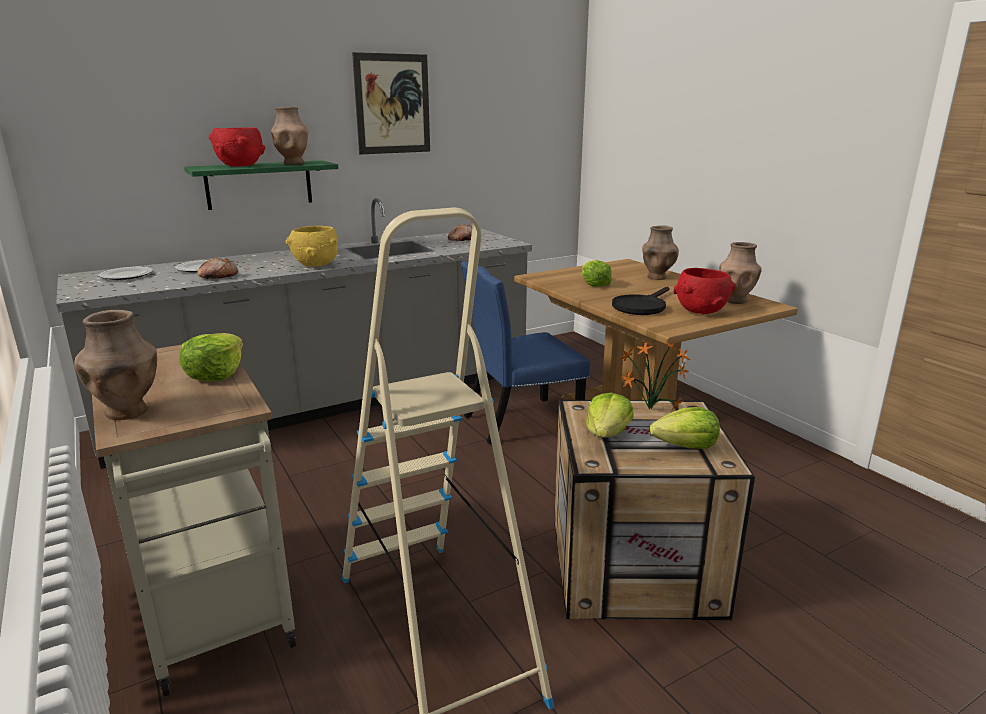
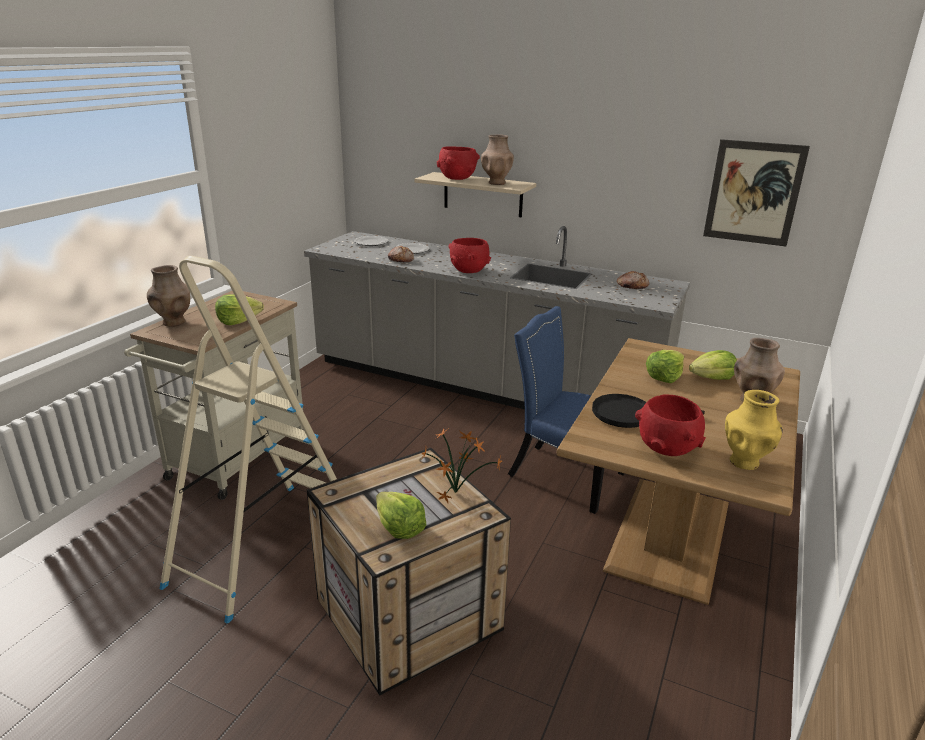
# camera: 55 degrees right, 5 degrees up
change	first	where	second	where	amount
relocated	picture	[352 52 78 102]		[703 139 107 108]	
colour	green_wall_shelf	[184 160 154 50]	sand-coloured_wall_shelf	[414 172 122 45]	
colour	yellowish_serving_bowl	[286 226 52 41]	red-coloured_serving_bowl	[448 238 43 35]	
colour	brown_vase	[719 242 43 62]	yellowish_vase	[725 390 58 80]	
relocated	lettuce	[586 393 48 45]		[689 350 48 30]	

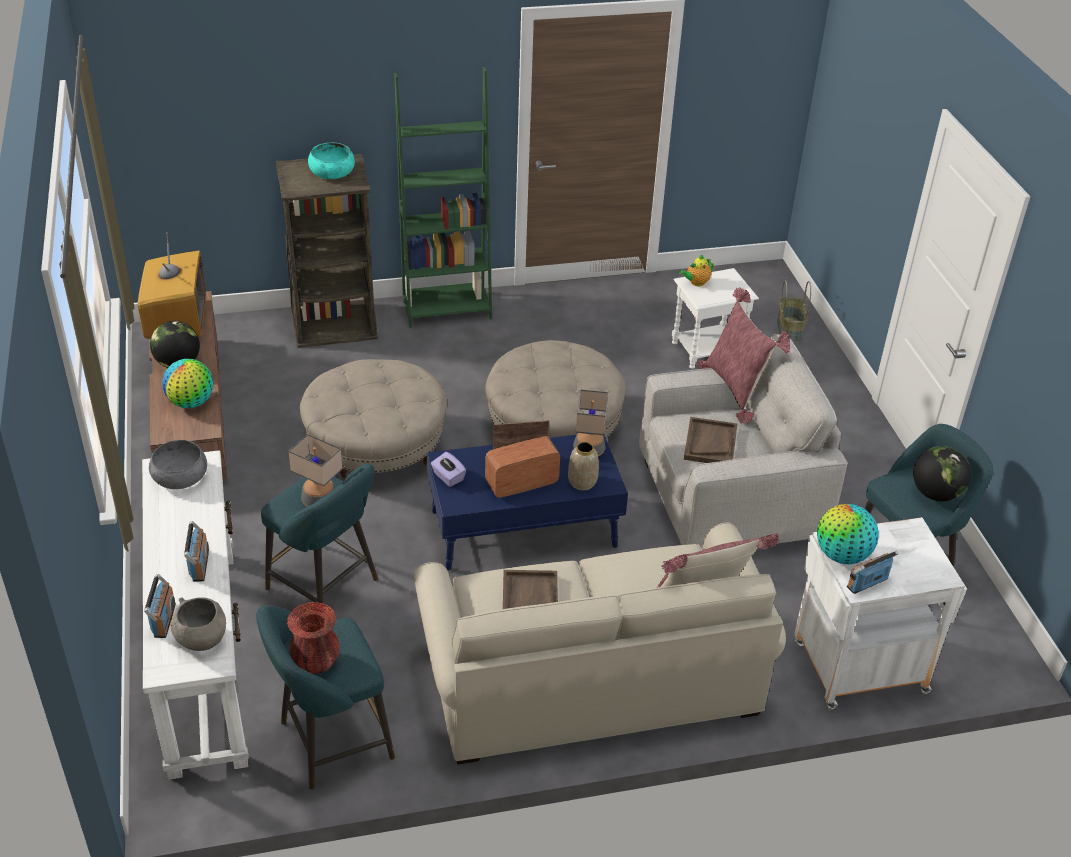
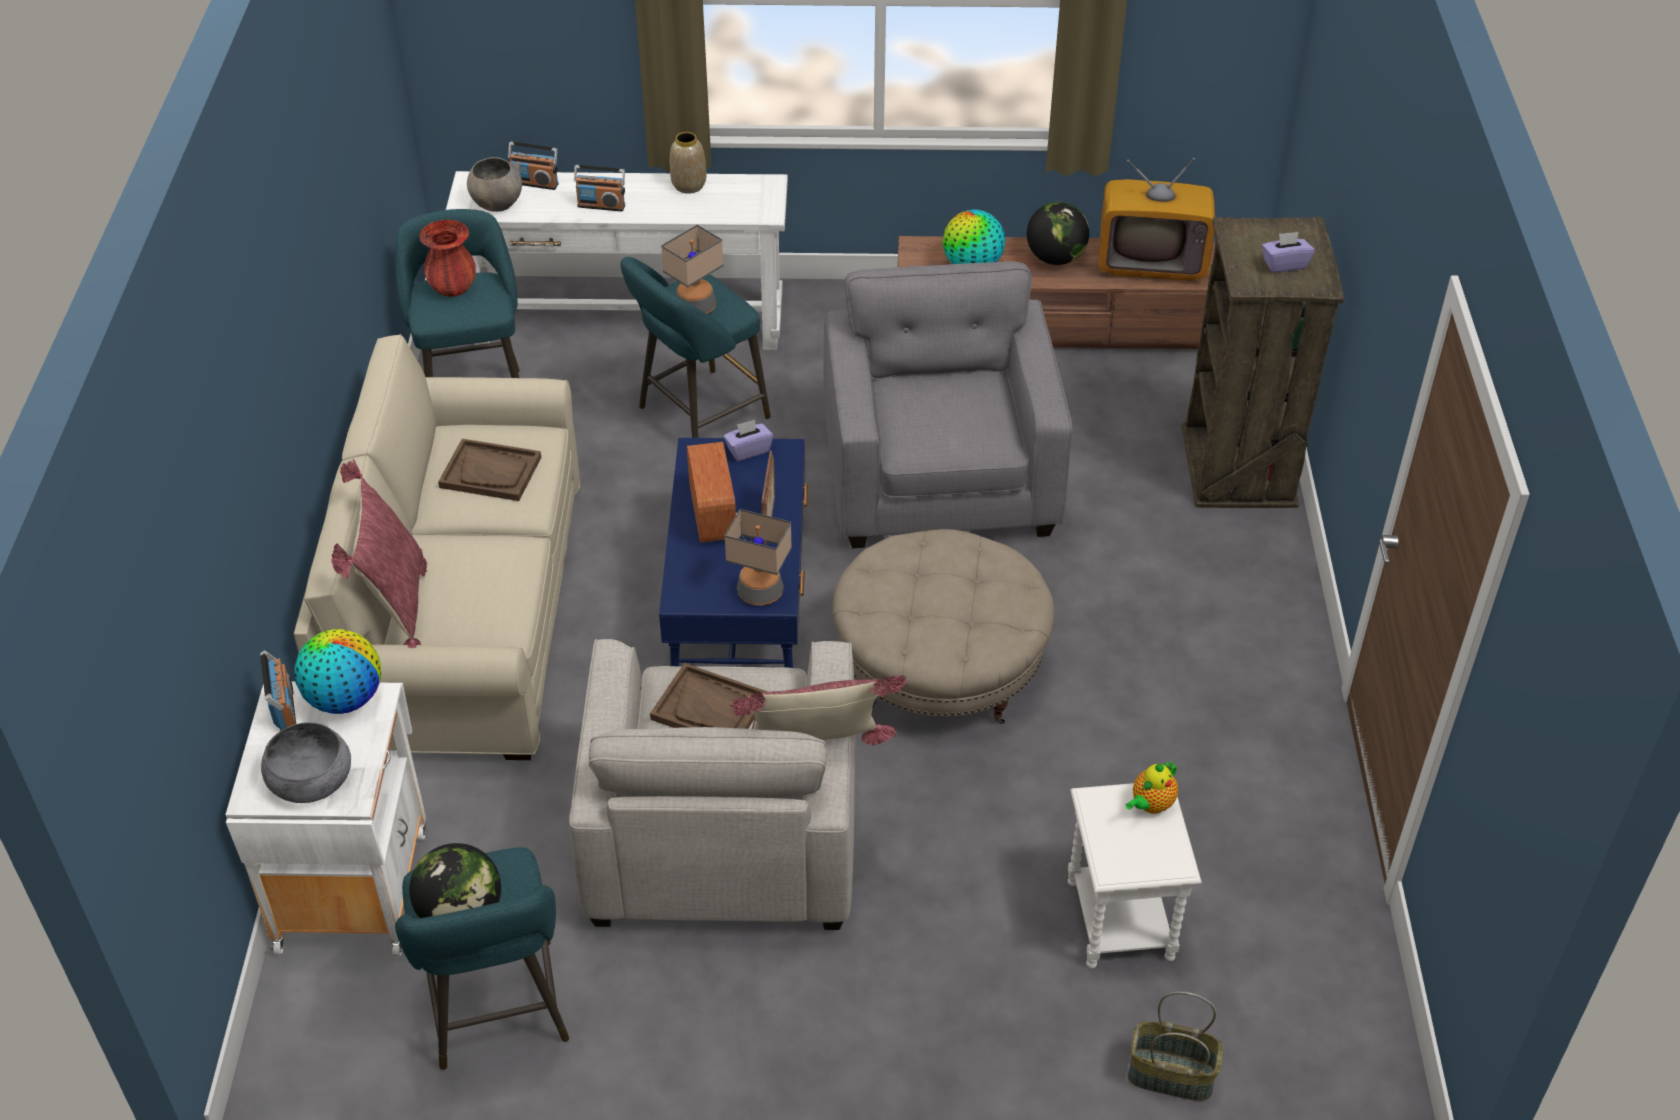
# camera: 105 degrees right, 5 degrees up
change	first	where	second	where	amount
missing	green_bookshelf	[394 67 98 261]			
exchanged	turquoise-coloured_serving_bowl	[308 143 47 36]	purple-coloured_tissue_box	[1262 232 53 41]	
spun	tea_pot	[679 254 35 32]		[1125 761 53 53]	120 degrees counterclockwise
exchanged	sand-coloured_ottoman	[300 359 147 123]	greyish_easy_chair	[824 261 248 287]	
relocated	greyish_serving_bowl	[149 440 58 49]		[261 722 90 81]	
relocated	vase	[568 442 31 48]		[670 132 36 62]	

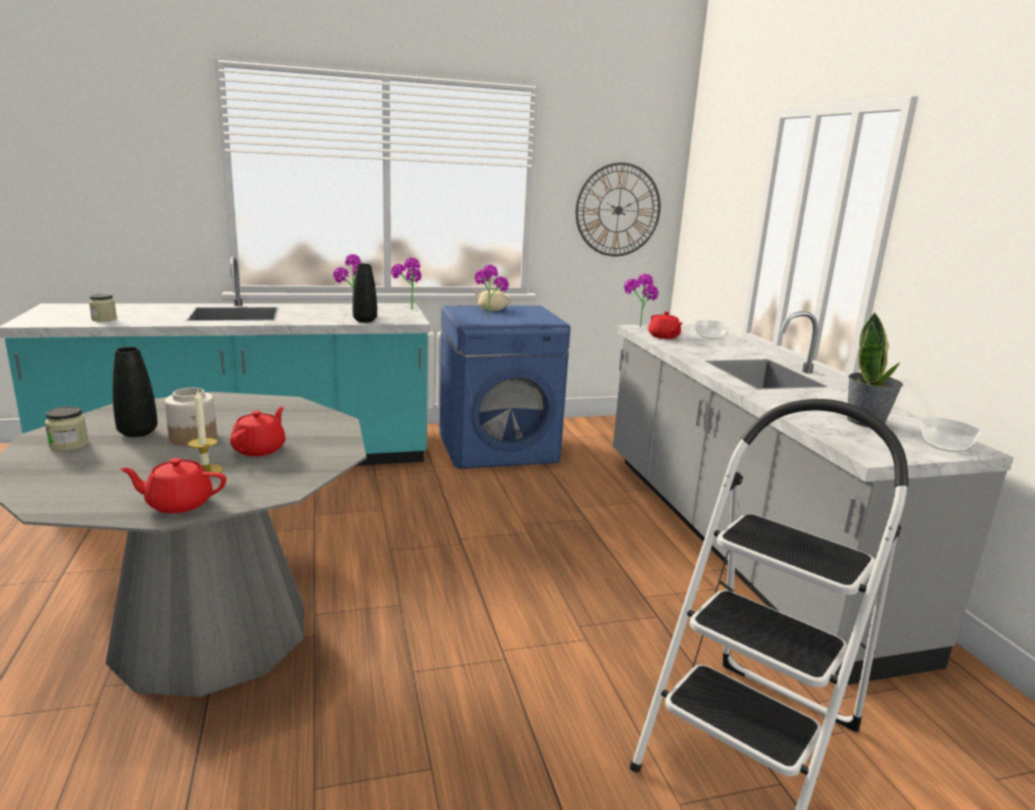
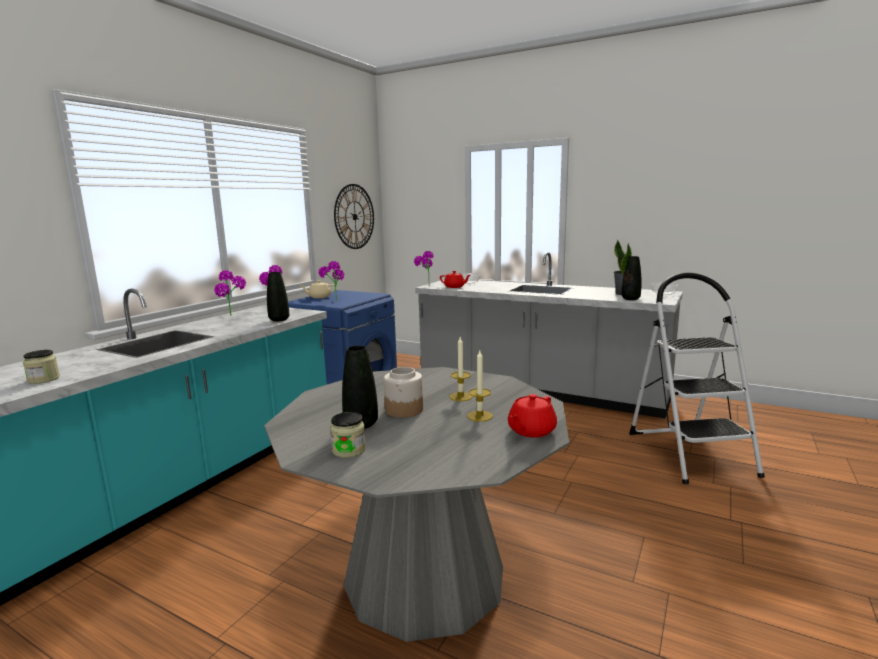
# camera: 45 degrees left, 5 degrees down
change	first	where	second	where	amount
exchanged	red-coloured_tea_pot	[230 407 56 49]	candle	[449 337 24 64]	
appeared			blackish_vase	[621 256 20 44]	

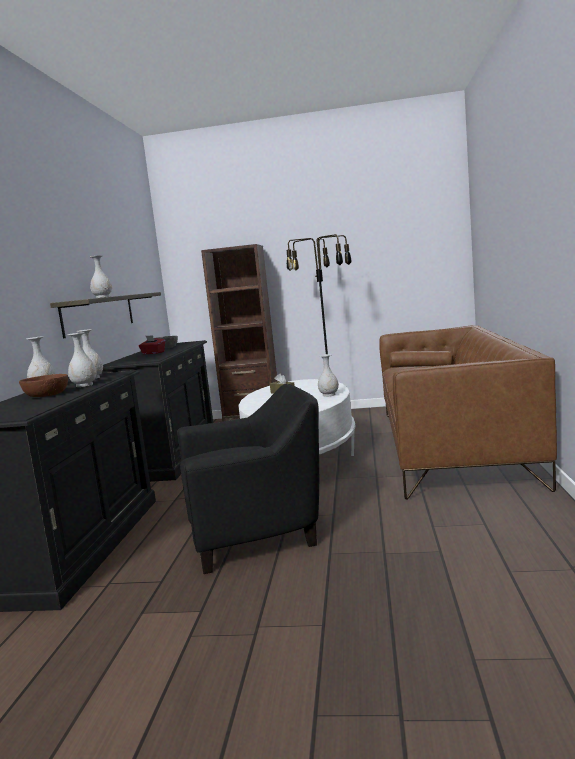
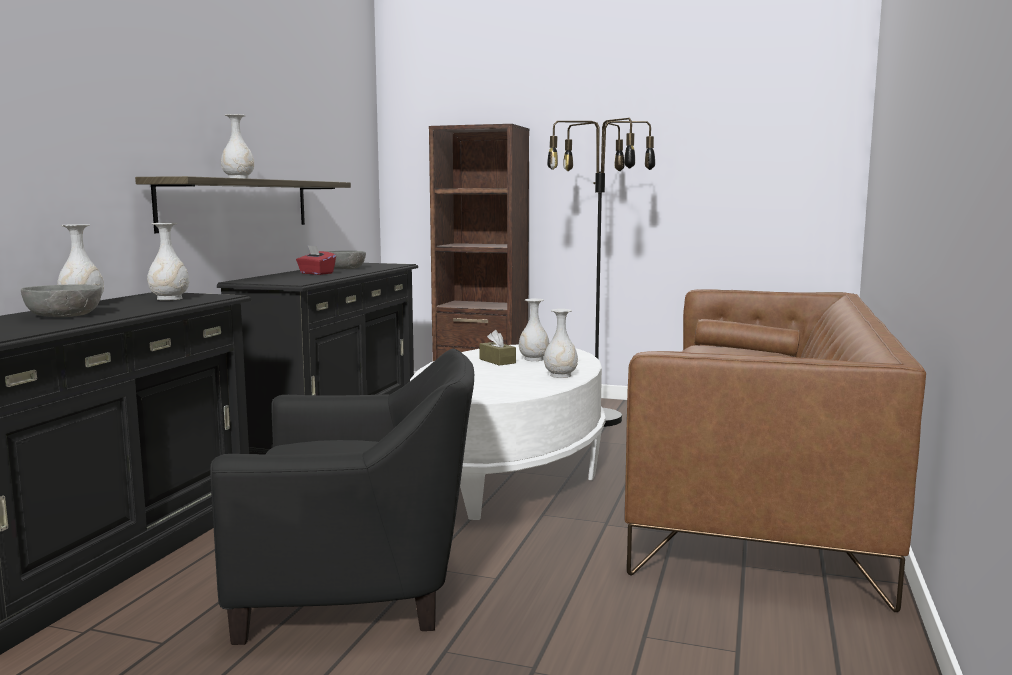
# camera: 10 degrees right, 0 degrees up
change	first	where	second	where	amount
relocated	white-coloured_vase	[67 332 30 55]		[519 299 30 62]	
colour	brown_serving_bowl	[19 374 49 23]	greyish_serving_bowl	[21 284 81 33]	

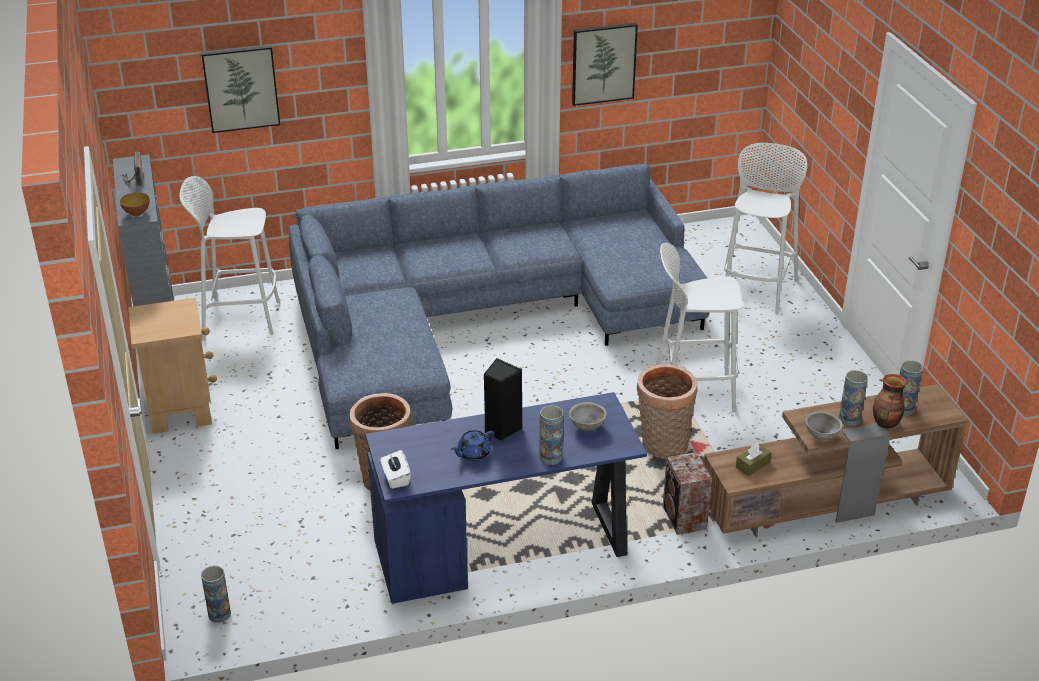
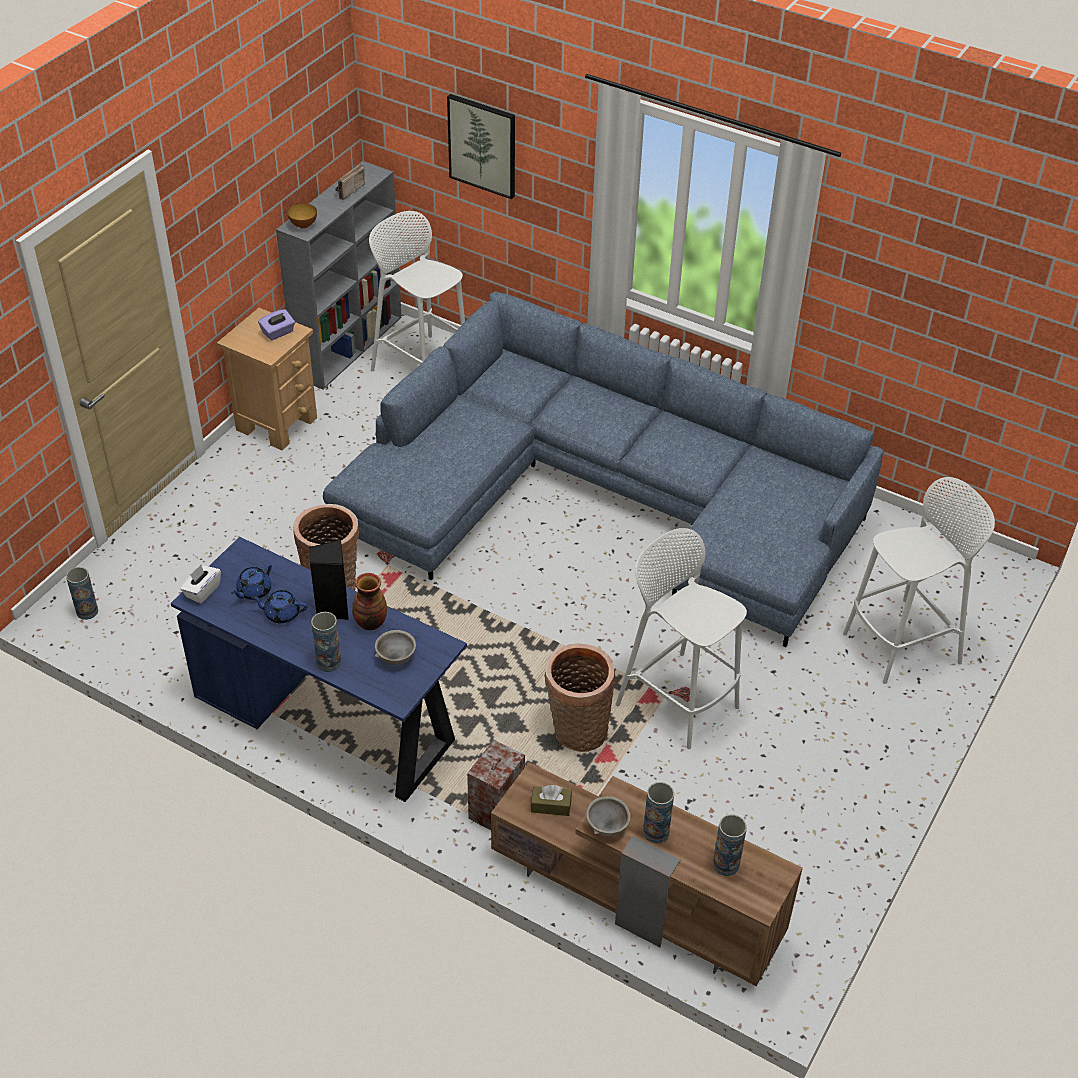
# camera: 45 degrees right, 10 degrees up
change	first	where	second	where	amount
missing	picture	[572 23 66 83]			
relocated	vase	[873 374 33 55]		[352 573 35 57]	
appeared			purple-coloured_tissue_box	[258 309 37 31]	
appeared			blue_tea_pot	[231 564 41 36]	

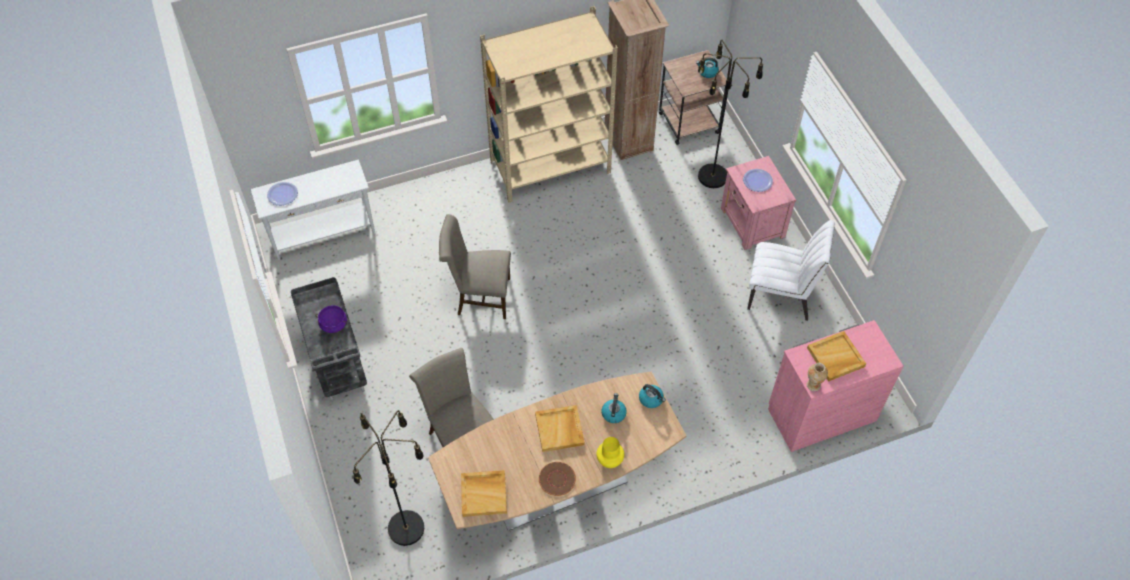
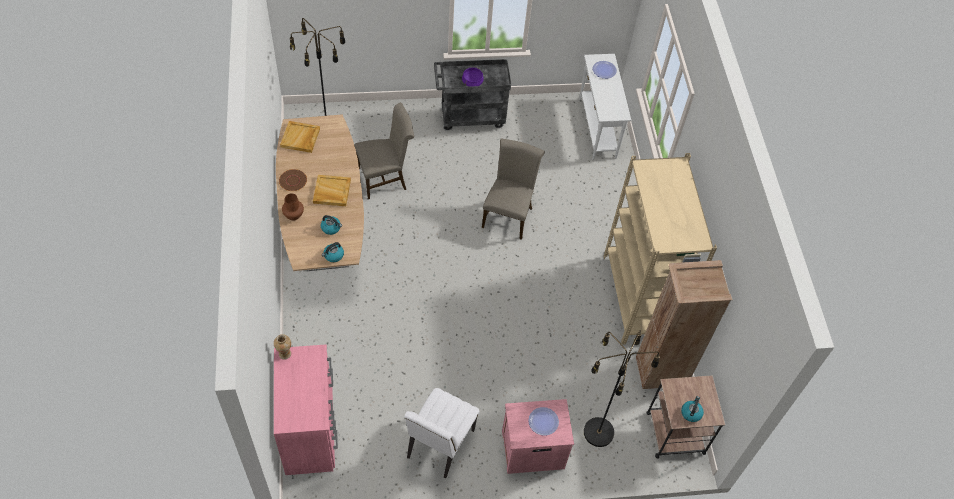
# camera: 100 degrees right, 0 degrees up
change	first	where	second	where	amount
missing	sand-coloured_carrying_tray	[807 331 59 51]			
colour	yellowish_vase	[597 437 27 31]	brown_vase	[282 193 22 28]	

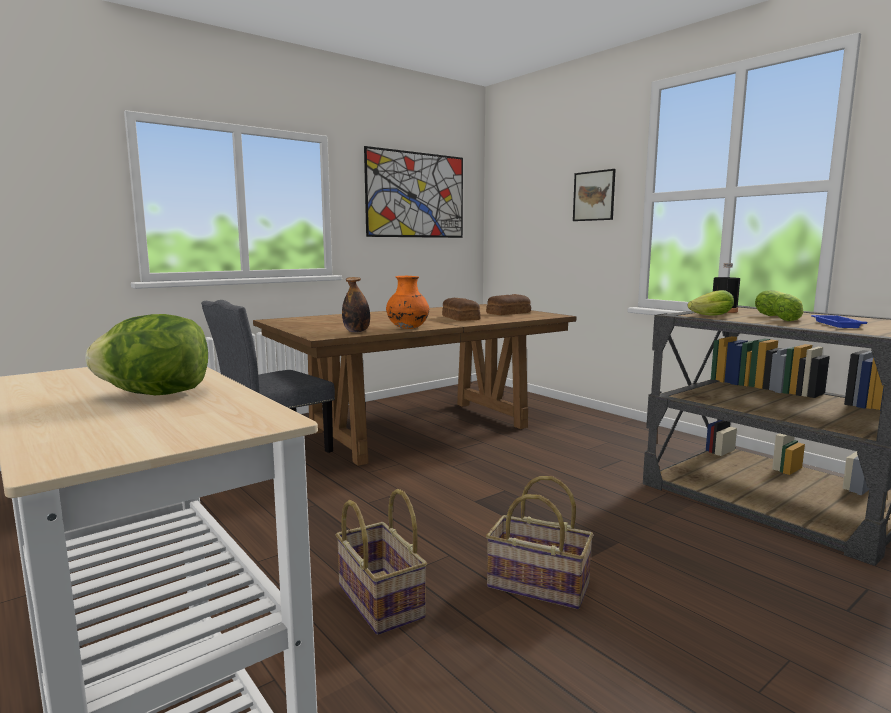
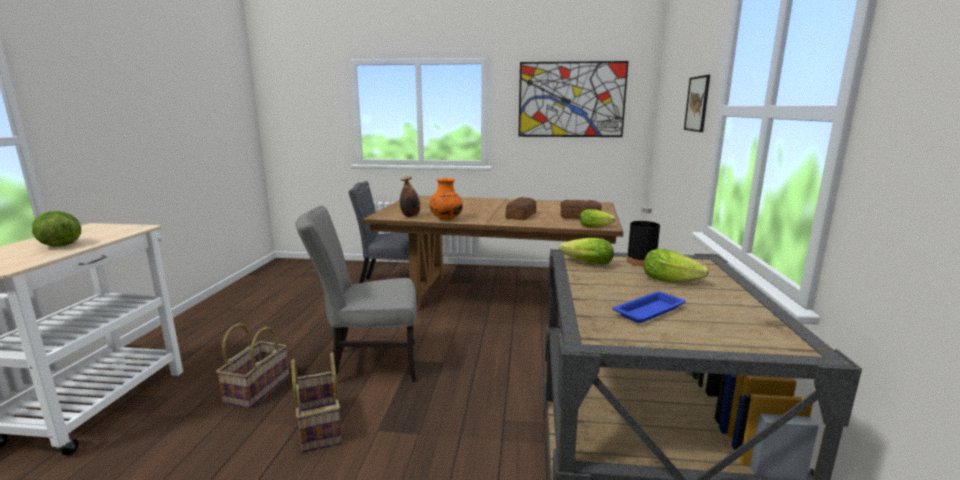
# camera: 45 degrees right, 5 degrees up
change	first	where	second	where	amount
relocated	lettuce	[771 294 32 27]		[580 209 35 19]	
appeared			greyish_plain_chair	[295 206 122 176]	

